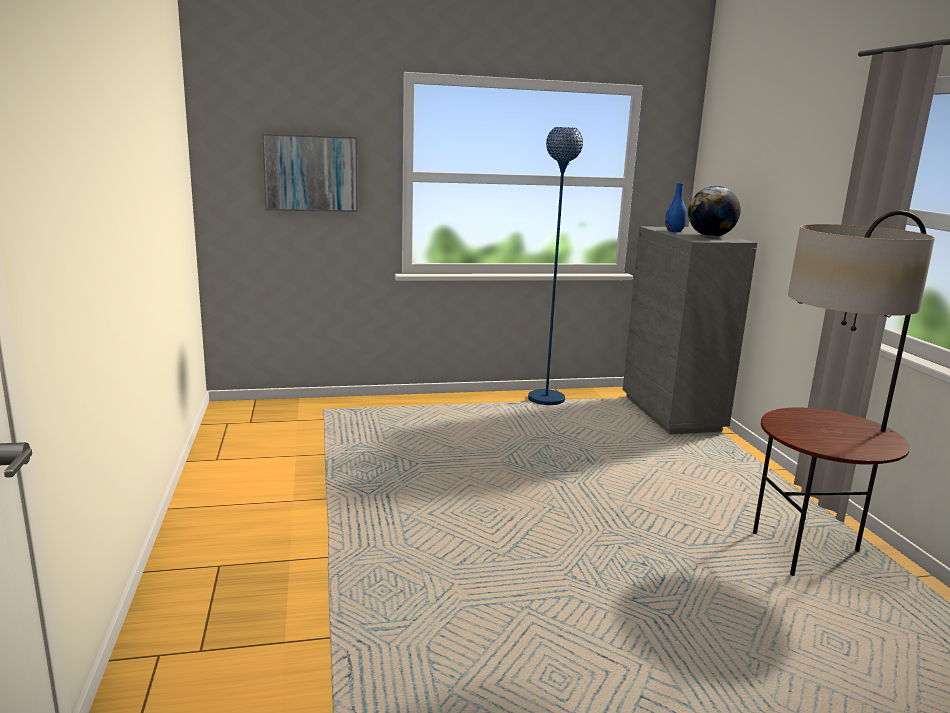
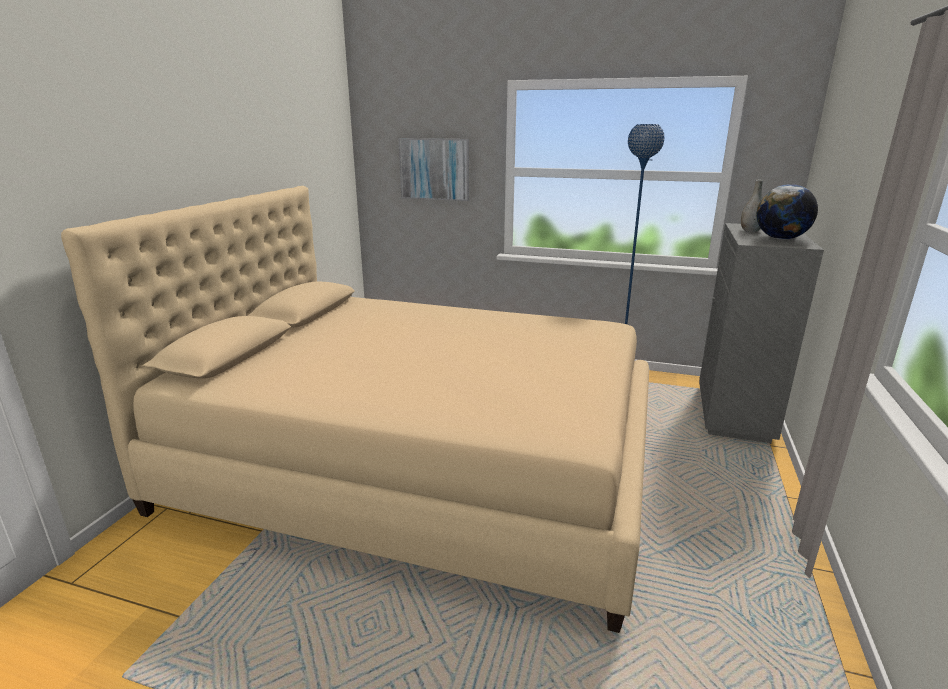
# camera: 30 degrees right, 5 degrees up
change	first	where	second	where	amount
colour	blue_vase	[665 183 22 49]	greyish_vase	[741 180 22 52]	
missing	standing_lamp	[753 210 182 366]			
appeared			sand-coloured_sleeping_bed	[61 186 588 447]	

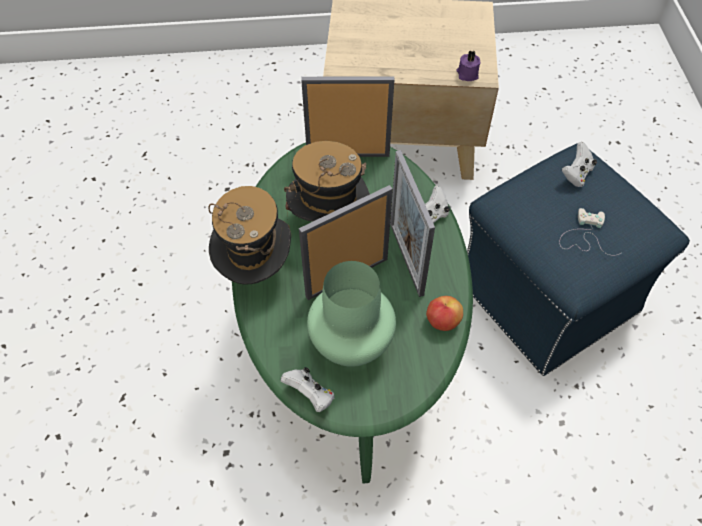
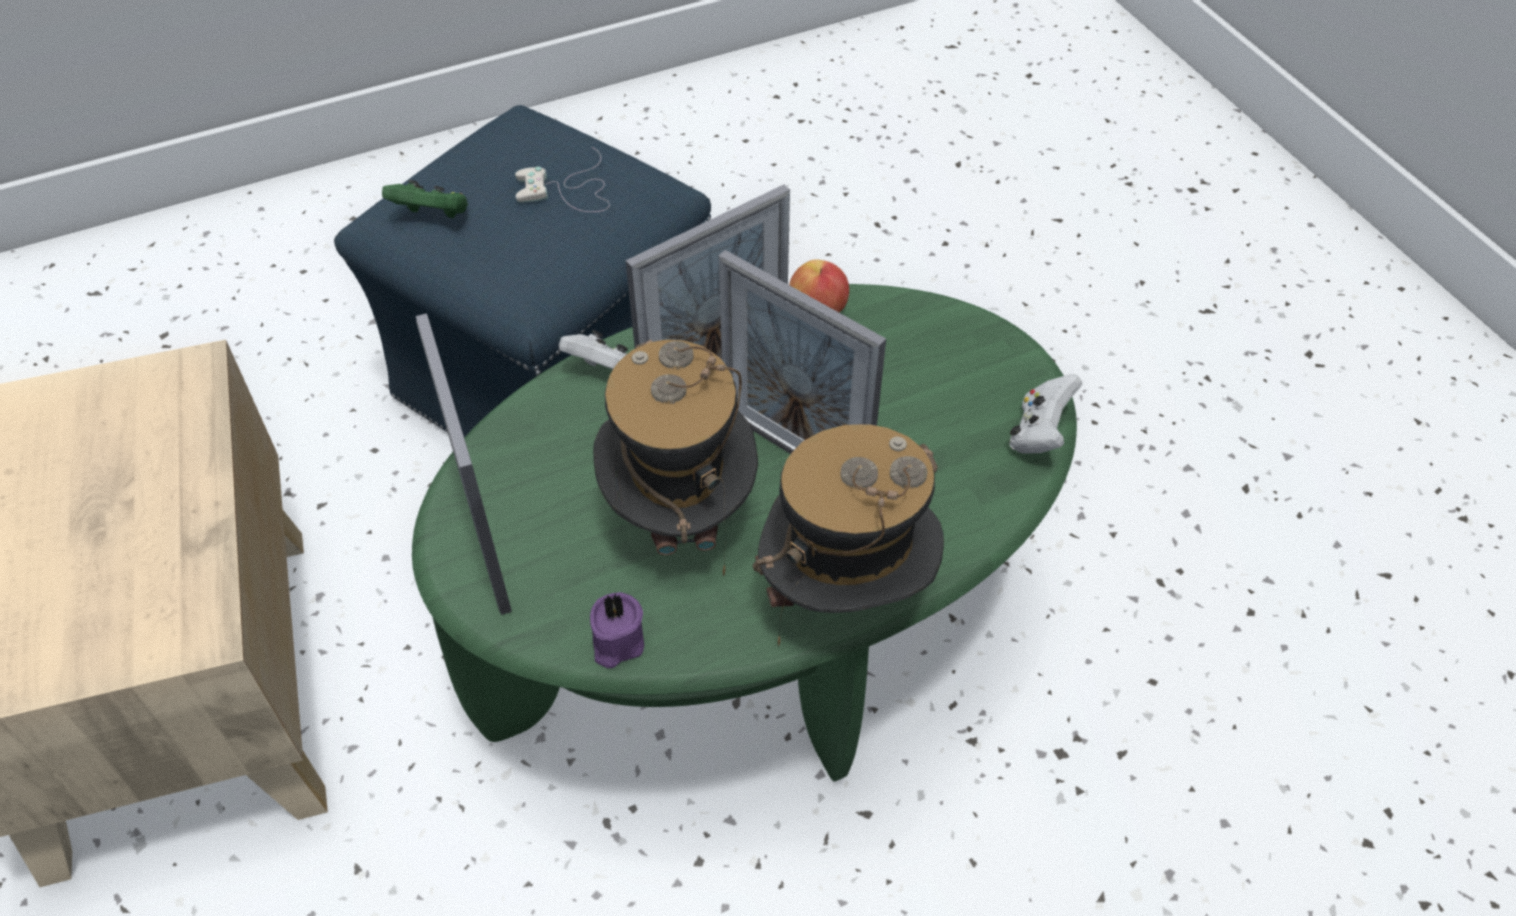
# camera: 110 degrees left, 5 degrees down
change	first	where	second	where	amount
relocated	purple-coloured_candle	[457 50 23 31]		[590 592 54 76]	
colour	white-coloured_game_controller	[562 142 35 45]	green_game_controller	[382 180 86 38]	
missing	green_vase	[307 261 89 106]			

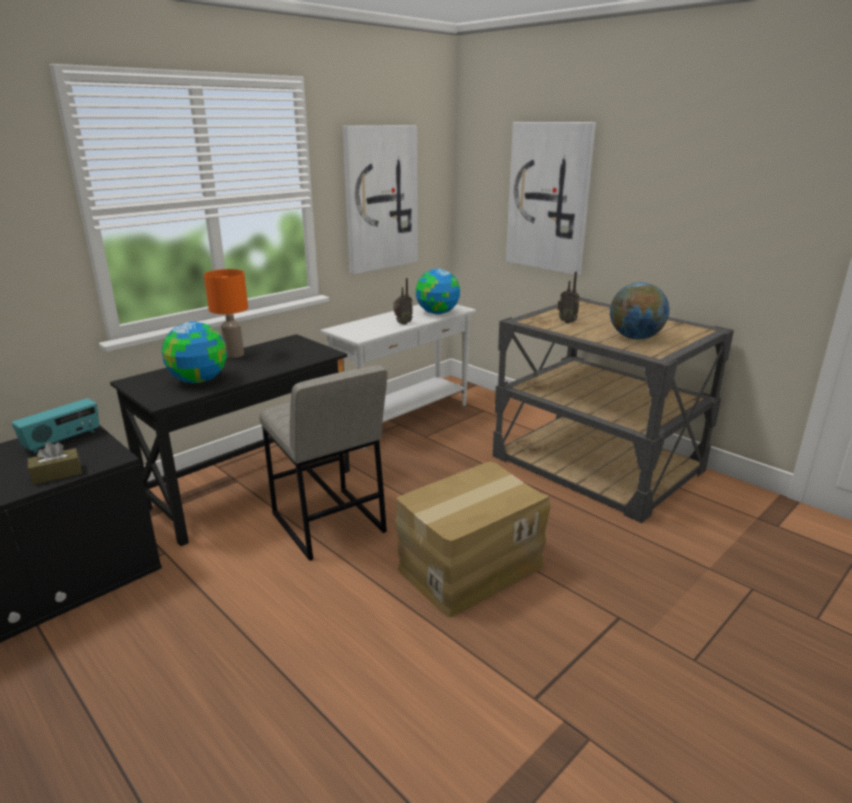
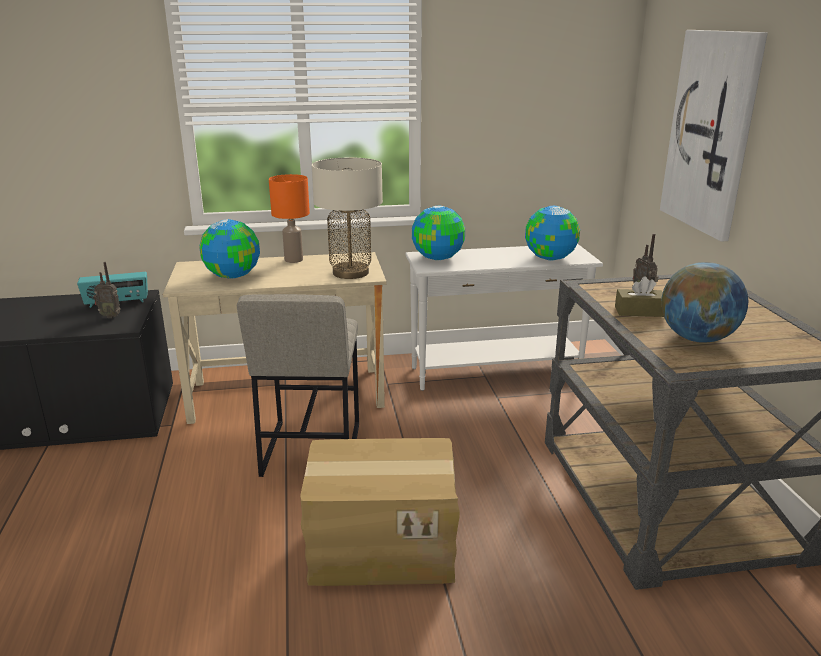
# camera: 35 degrees right, 0 degrees up
change	first	where	second	where	amount
missing	picture	[343 125 75 149]			
relocated	radio_set	[393 278 20 47]		[93 262 28 56]	
colour	blackish_desk	[110 334 240 212]	sand-coloured_desk	[163 252 223 172]	
relocated	brown_tissue_box	[28 442 54 43]		[615 277 49 40]	
appeared			table_lamp	[312 158 71 121]	
appeared			desk_globe	[412 206 53 54]	

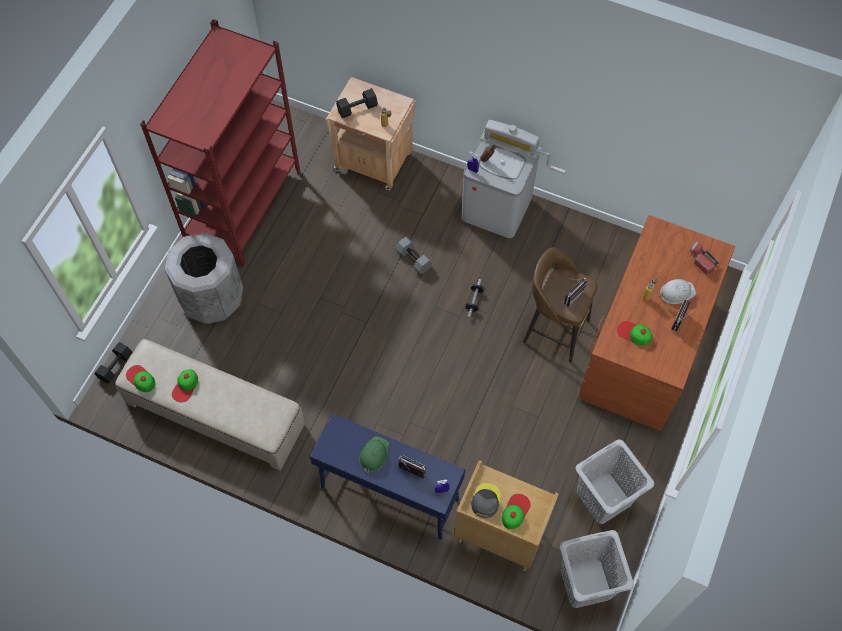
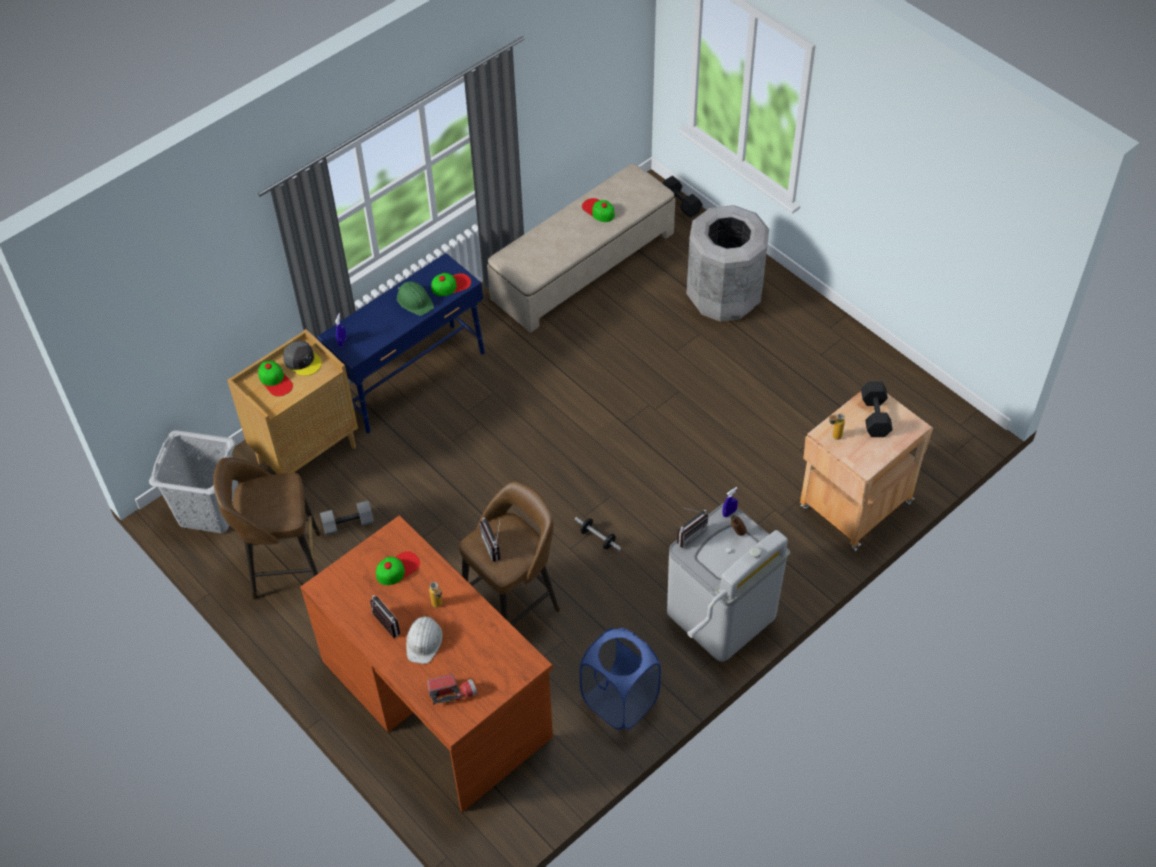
# camera: 115 degrees right, 10 degrees down
change	first	where	second	where	amount
missing	red-coloured_bookshelf	[140 19 160 248]			
relocated	greyish_hand_weight	[395 237 38 37]		[320 501 54 34]	
relocated	cap	[126 365 29 27]		[431 273 40 23]	
exchanged	greyish_laundry_basket	[575 439 79 85]	brown_stool	[213 457 107 142]	
relocated	radio_set	[398 455 28 23]		[677 507 31 41]	
appeared			blue_laundry_basket	[580 628 81 102]	

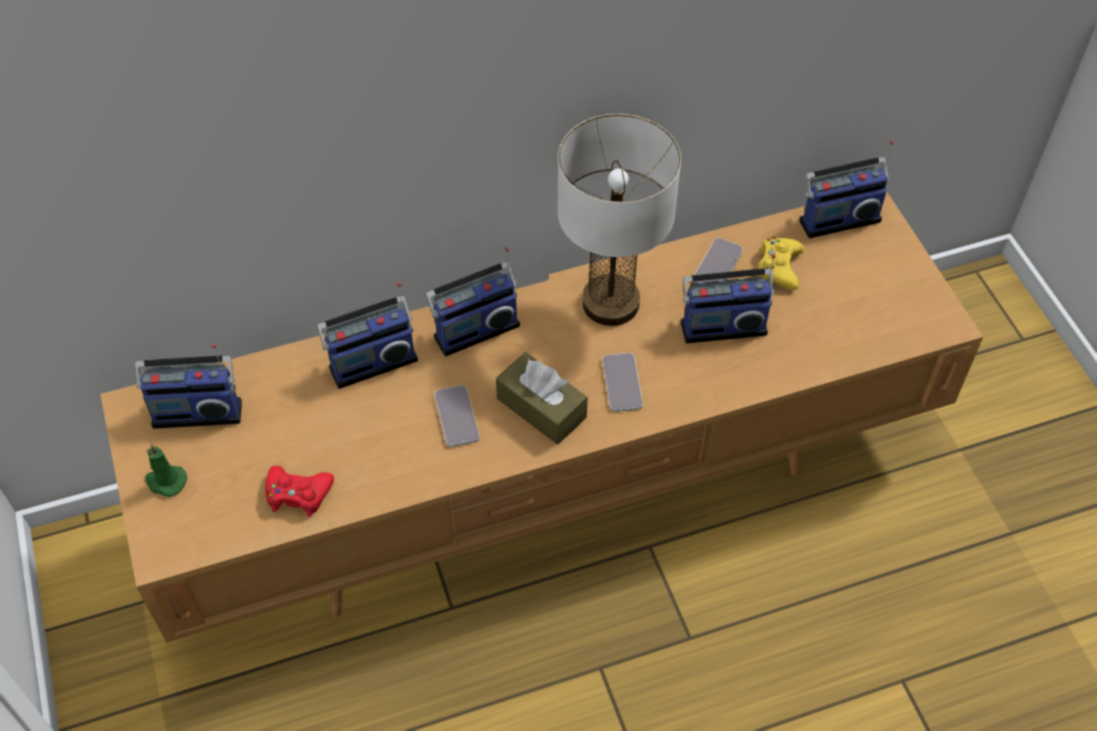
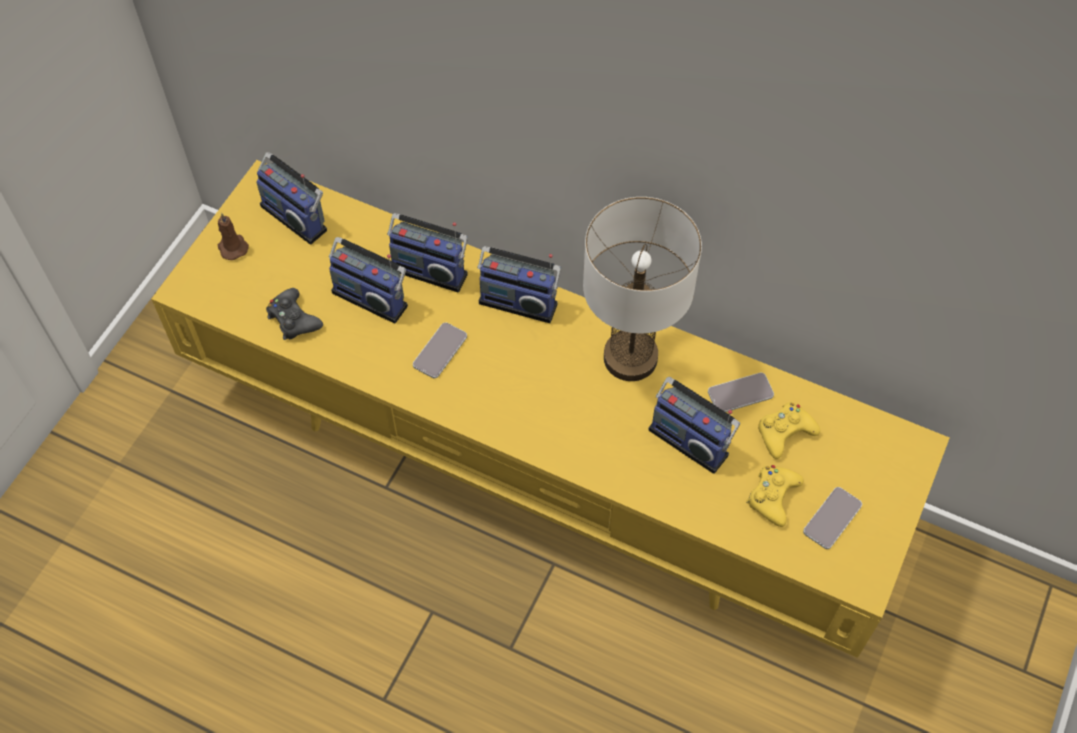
# camera: 45 degrees right, 5 degrees up
change	first	where	second	where	amount
relocated	radio_set	[799 140 95 98]		[329 237 79 87]	
colour	brown_media_console	[100 192 883 451]	yellowish_media_console	[152 160 798 498]	
missing	brown_tissue_box	[496 352 92 92]			
relocated	handset	[602 353 41 58]		[803 487 59 62]	
colour	green_candle	[145 444 42 53]	brown_candle	[218 213 31 47]	
colour	red-coloured_game_controller	[265 466 69 51]	blackish_game_controller	[266 288 57 52]	
appeared			yellowish_game_controller	[746 465 58 62]	

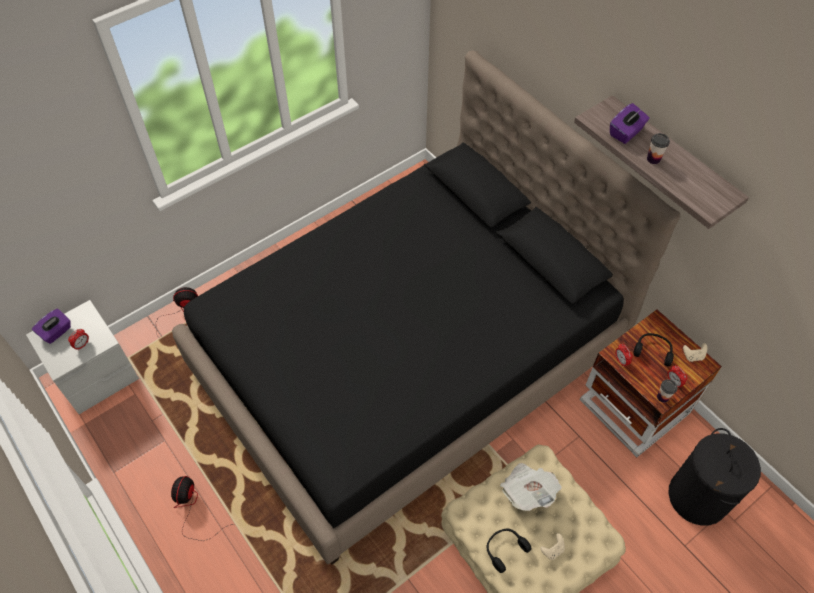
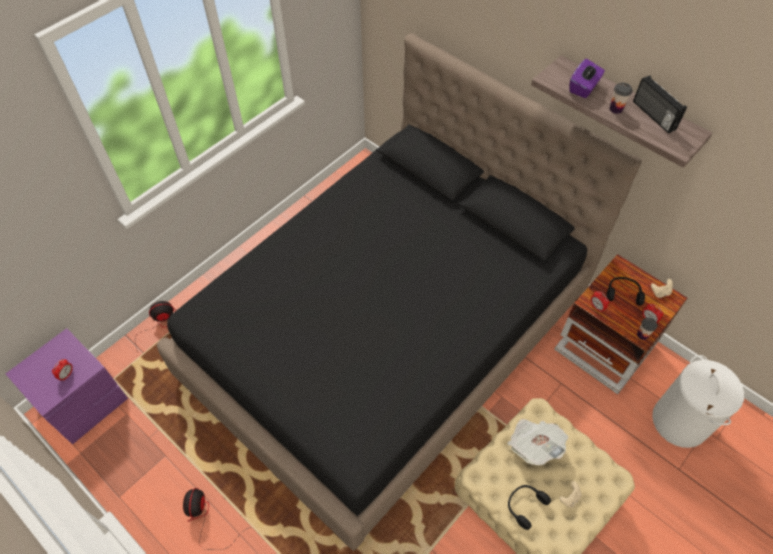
# camera: 10 degrees left, 0 degrees up
change	first	where	second	where	amount
colour	white-coloured_nightstand	[26 300 113 114]	purple-coloured_nightstand	[6 328 122 117]	
missing	purple-coloured_tissue_box	[32 308 39 36]			
colour	blackish_laundry_basket	[668 428 93 98]	white-coloured_laundry_basket	[652 355 92 93]	
appeared			radio_set	[633 76 54 58]	

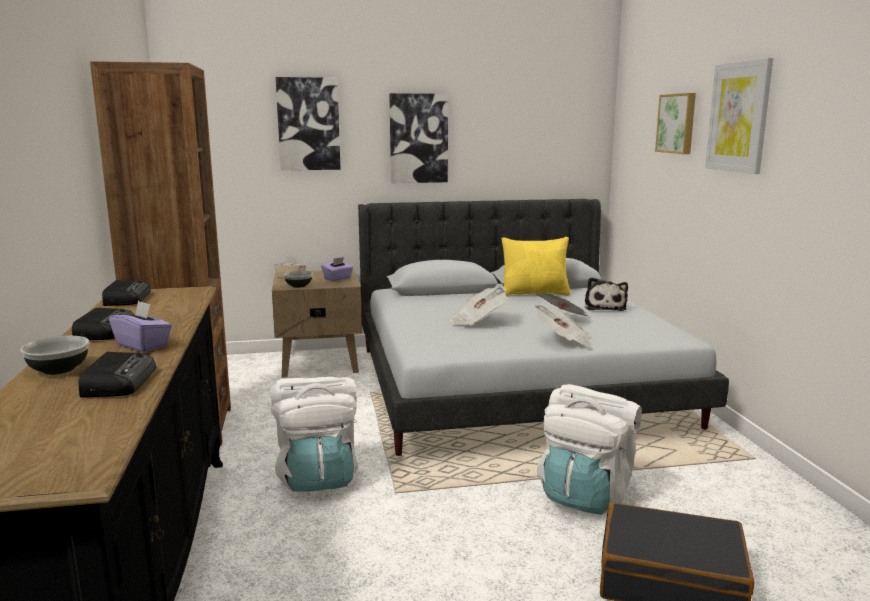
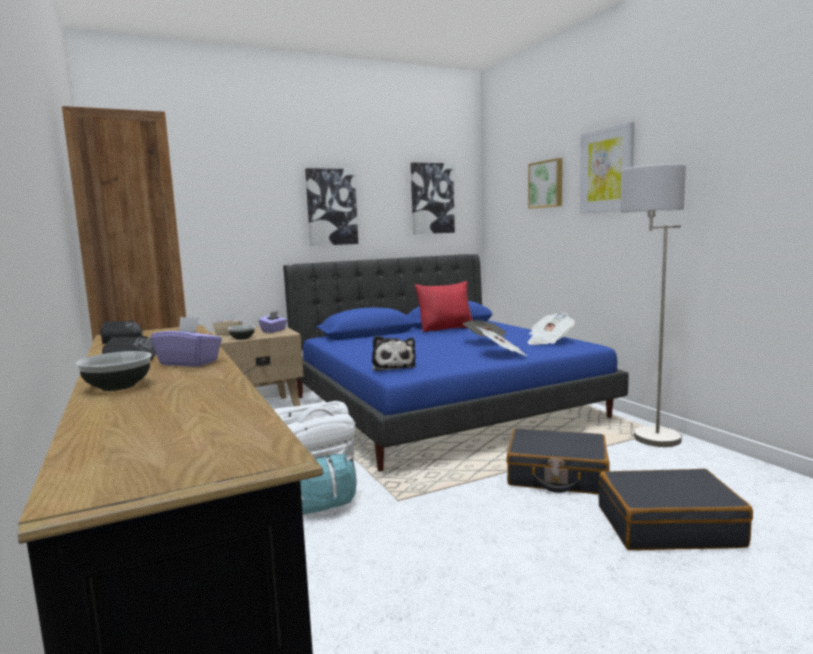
# camera: 15 degrees left, 5 degrees down
change	first	where	second	where	amount
relocated	picture	[276 77 65 93]		[411 162 44 72]	
colour	greyish_sleeping_bed	[358 199 371 257]	blue_sleeping_bed	[283 254 346 218]	
colour	yellowish_pillow	[502 237 68 58]	red-coloured_pillow	[415 281 58 51]	
relocated	soft_toy	[585 277 43 34]		[372 336 44 35]	
relocated	newspaper	[449 287 58 39]		[527 313 48 32]	
missing	radio_set	[79 352 77 45]			
exchanged	white-coloured_rucksack	[537 384 105 131]	blackish_suitcase	[507 428 103 66]	
appeared			greyish_standing_lamp	[621 164 65 283]	

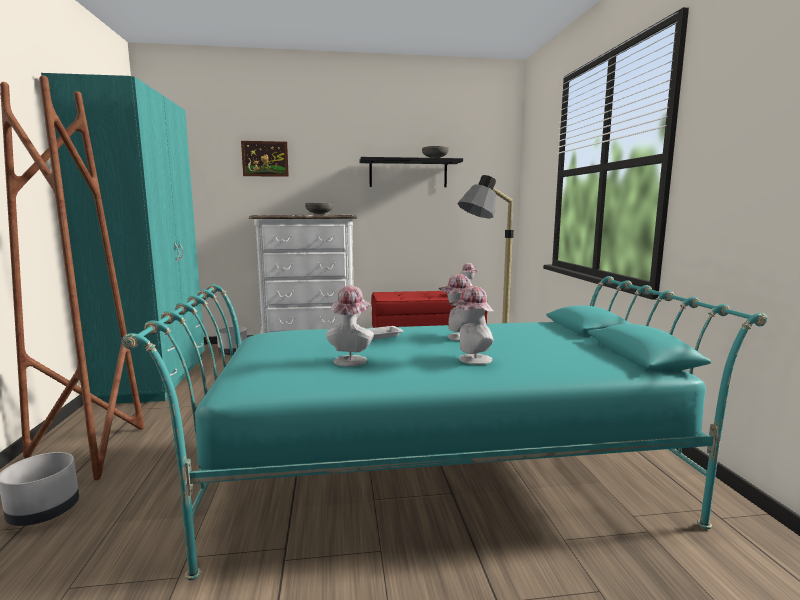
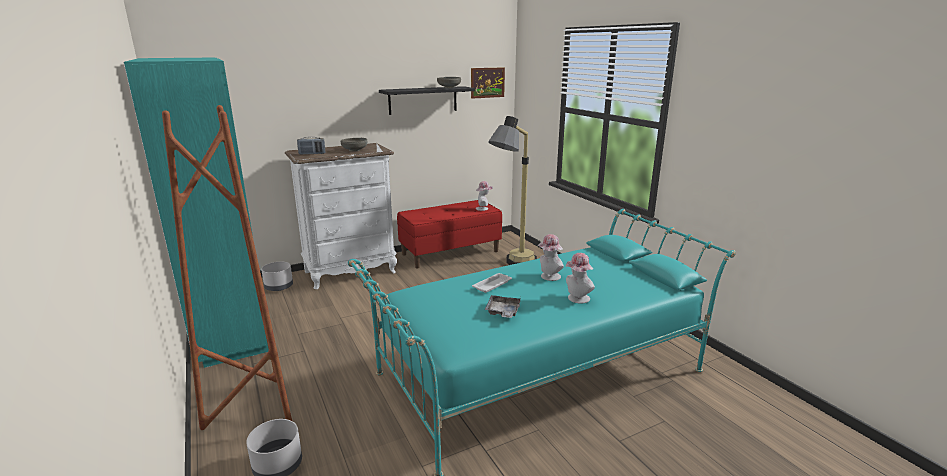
# camera: 20 degrees left, 10 degrees up
change	first	where	second	where	amount
relocated	picture	[241 141 48 36]		[471 67 34 32]	
exchanged	hat	[326 286 48 81]	greyish_carrying_tray	[485 295 36 23]	
appeared			radio_set	[297 137 28 17]	

